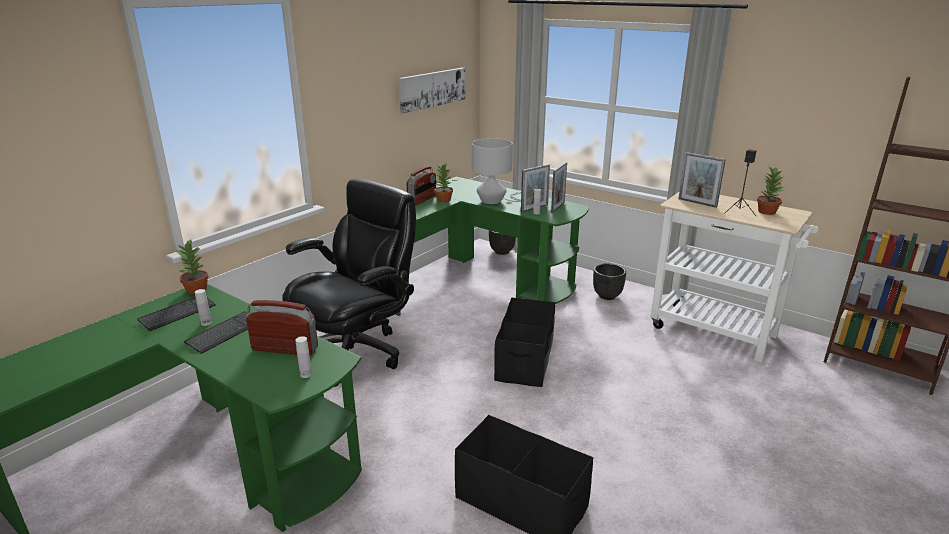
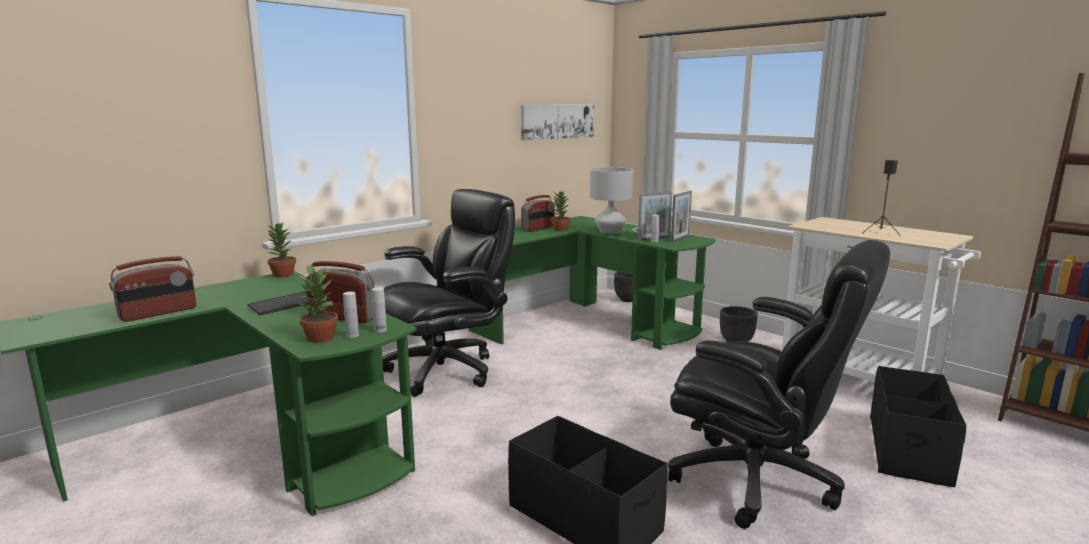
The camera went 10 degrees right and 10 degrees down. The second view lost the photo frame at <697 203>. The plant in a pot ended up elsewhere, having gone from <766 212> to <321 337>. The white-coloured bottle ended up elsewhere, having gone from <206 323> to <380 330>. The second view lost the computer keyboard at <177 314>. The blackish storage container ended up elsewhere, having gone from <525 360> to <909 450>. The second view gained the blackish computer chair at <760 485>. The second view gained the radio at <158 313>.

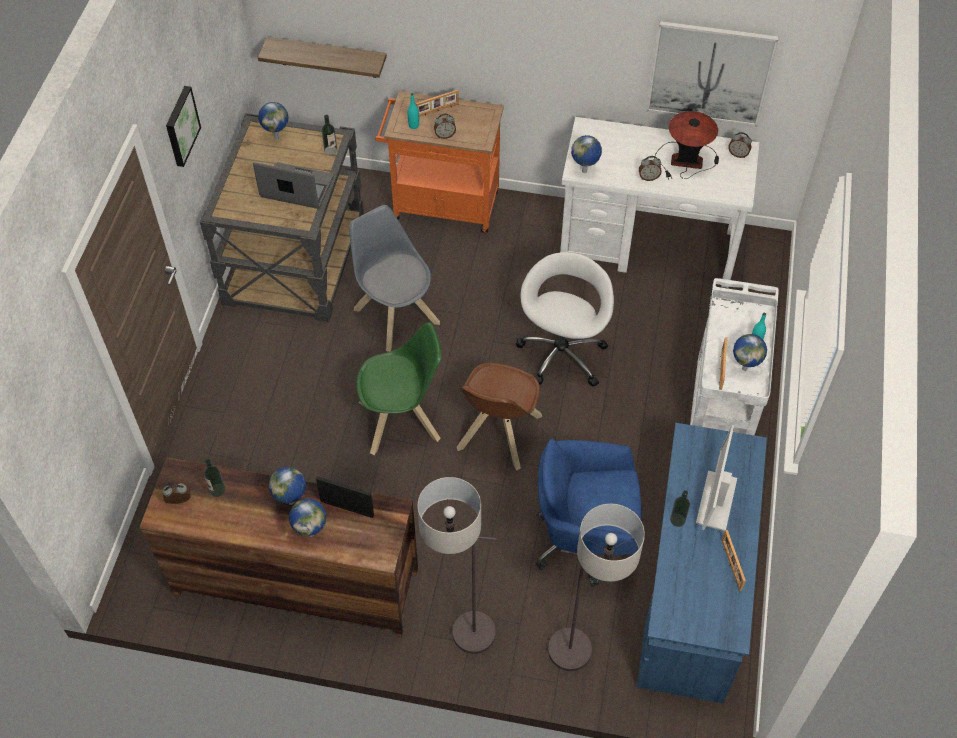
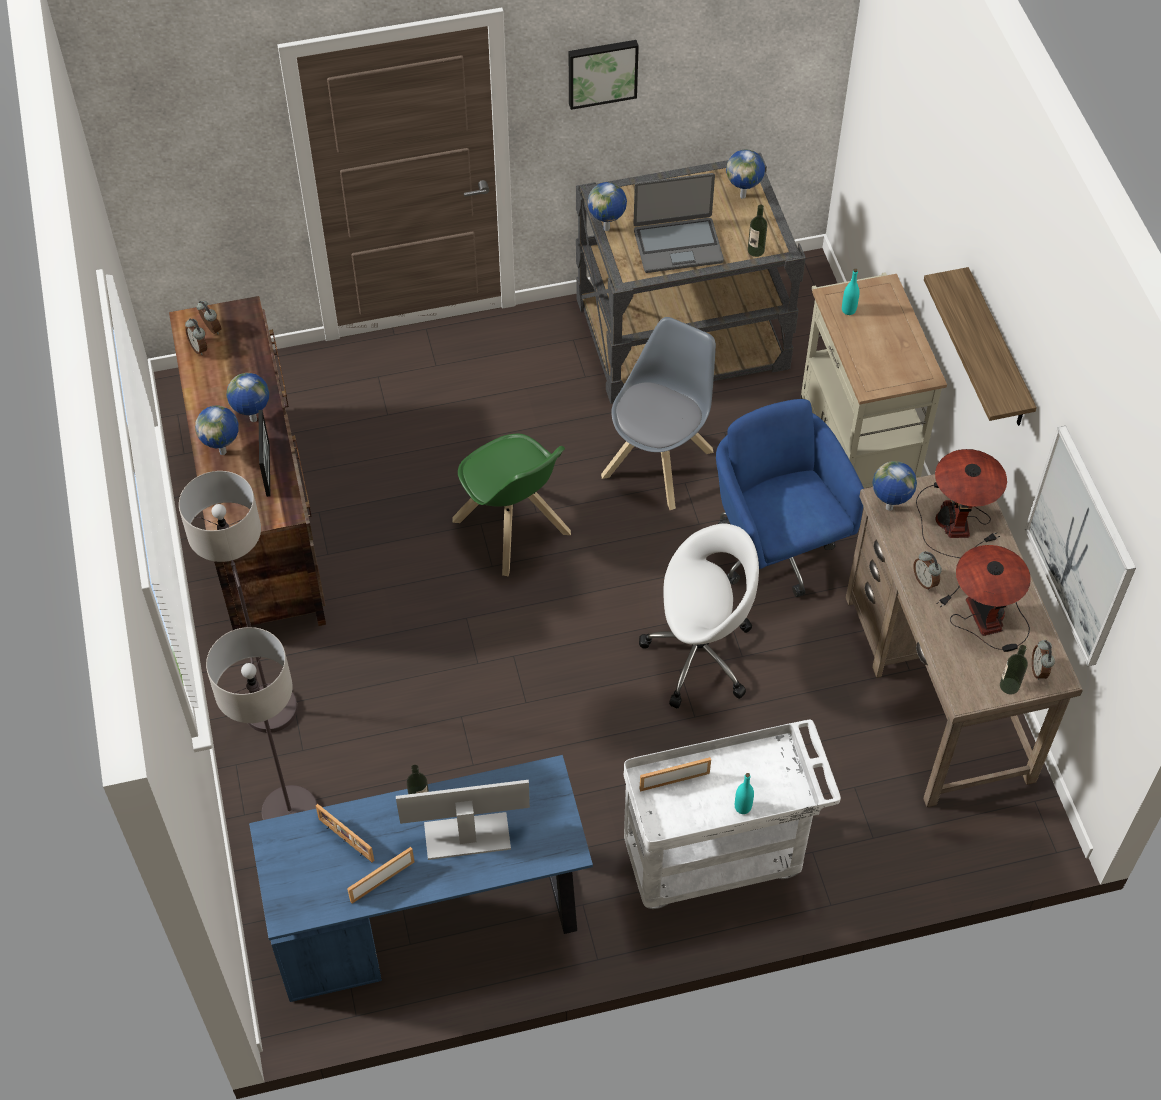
The camera went 65 degrees right and 0 degrees up. The wall shelf ended up elsewhere, having gone from <327 57> to <997 352>. The photo frame ended up elsewhere, having gone from <438 110> to <345 840>. What was the orange-coloured cart at <442 206> turned into the sand-coloured cart at <855 440>. The table clock ended up elsewhere, having gone from <445 135> to <199 348>. What was the white-coloured desk table at <648 245> turned into the brown-coloured desk table at <939 687>. The laptop at <296 188> ended up facing another way, 90 degrees clockwise from before. The desk globe ended up elsewhere, having gone from <745 368> to <607 229>. The second view lost the brown-coloured chair at <498 434>. The blue-coloured computer chair ended up elsewhere, having gone from <584 542> to <776 555>. The bottle ended up elsewhere, having gone from <217 490> to <1009 686>. The second view gained the tabletop lamp at <954 520>.

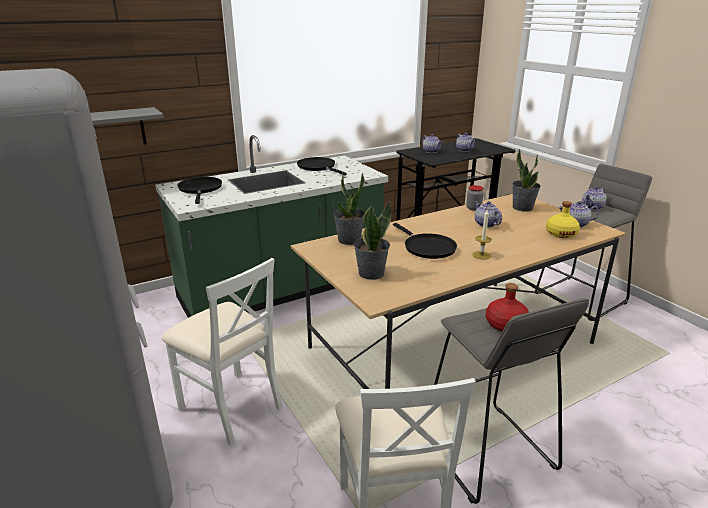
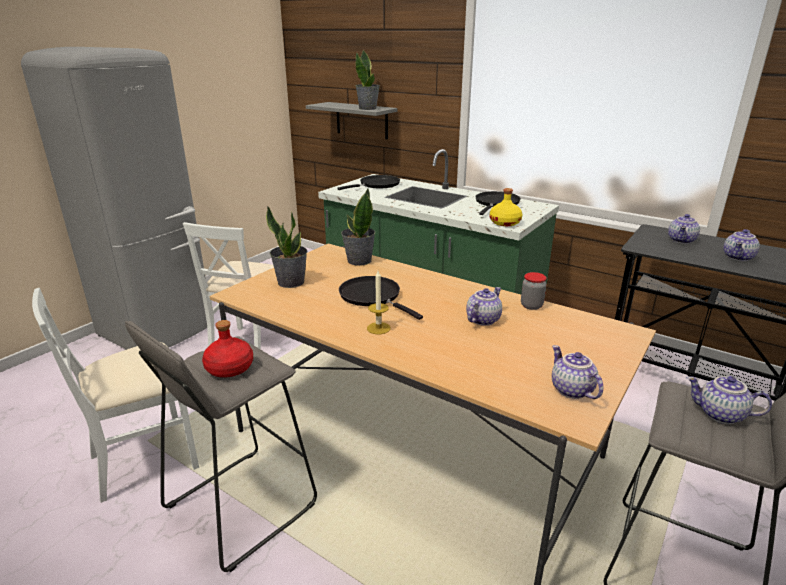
The camera went 65 degrees right and 0 degrees up. The plant in a pot ended up elsewhere, having gone from <522 207> to <368 108>. The yellowish bottle ended up elsewhere, having gone from <561 233> to <505 222>. The blackish pan at <427 248> ended up facing another way, 105 degrees clockwise from before.

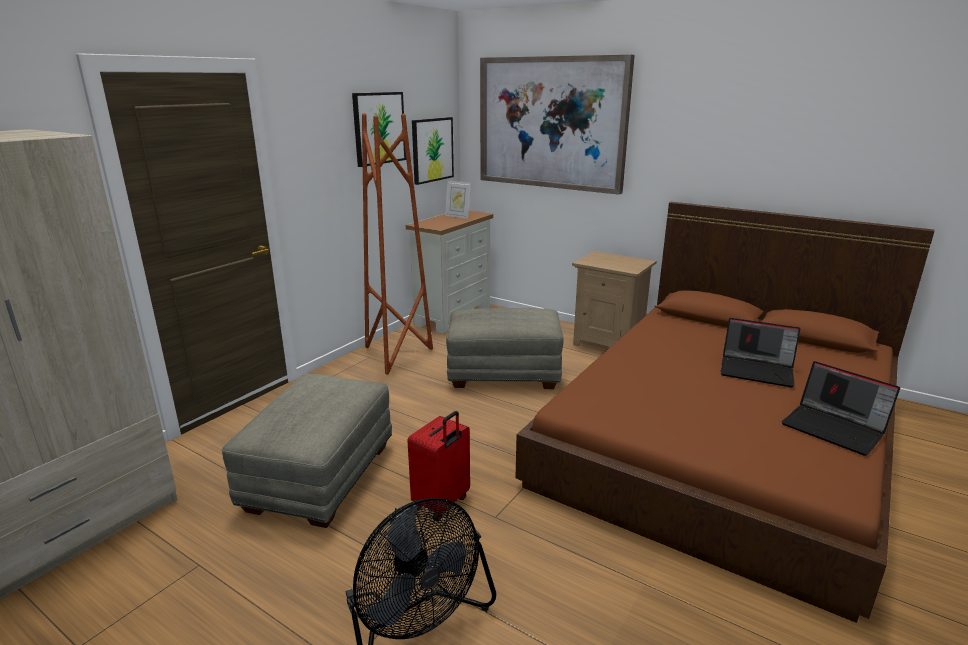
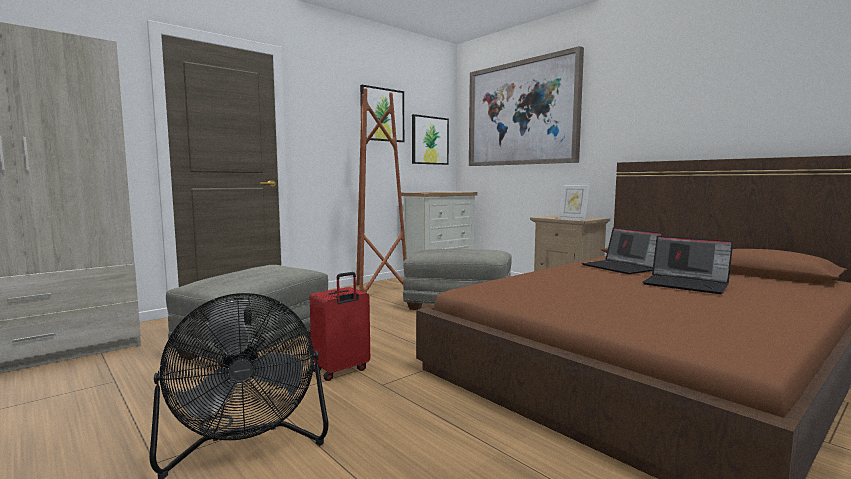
The camera went 15 degrees right and 15 degrees down. The photo frame ended up elsewhere, having gone from <458 216> to <573 219>. The laptop ended up elsewhere, having gone from <835 428> to <621 268>.

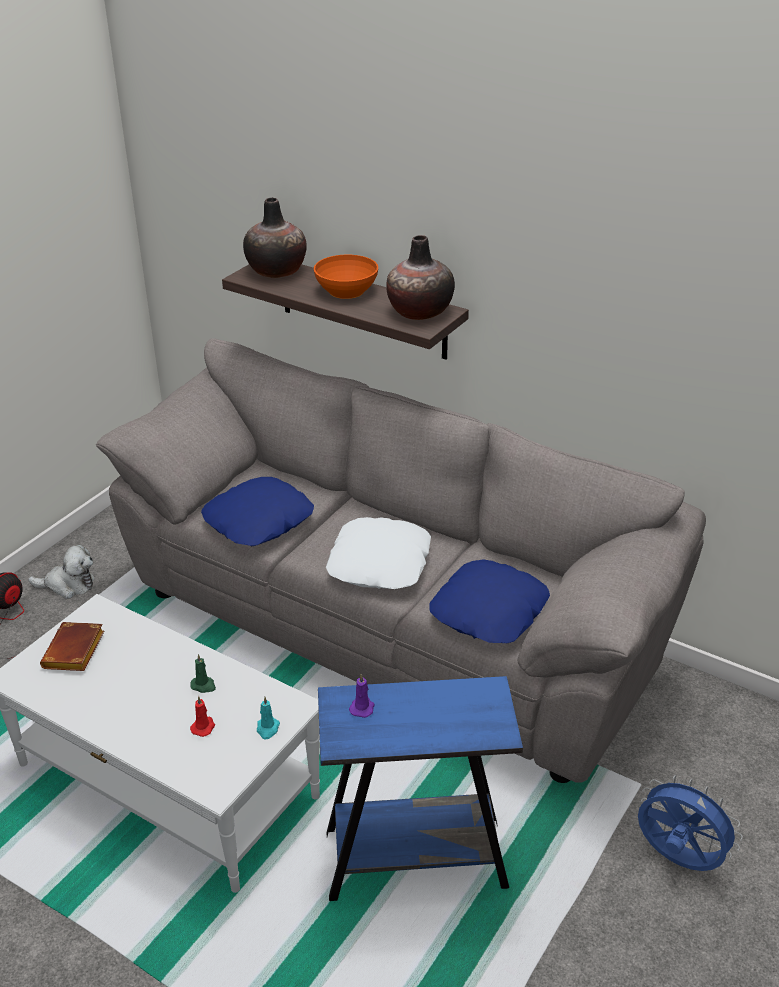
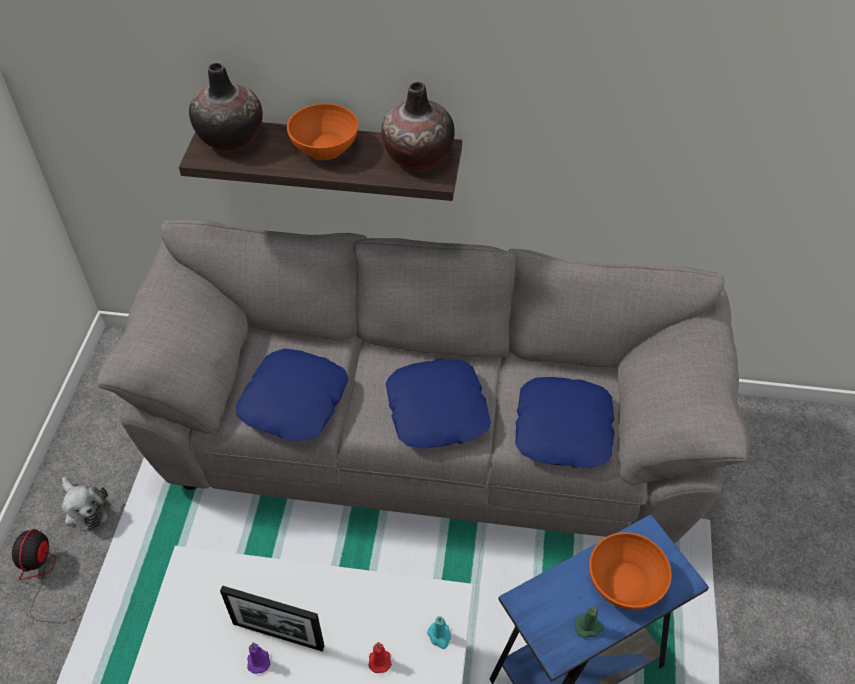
The camera went 25 degrees left and 15 degrees up. What was the white-coloured throw pillow at <380 563> turned into the blue-coloured throw pillow at <438 410>. The cuddly toy at <68 585> ended up facing another way, 75 degrees clockwise from before. The second view lost the brown-coloured bound book at <75 652>. The green wax candle ended up elsewhere, having gone from <203 685> to <589 627>. The purple-coloured wax candle ended up elsewhere, having gone from <362 707> to <258 660>. The second view lost the blue-coloured electric fan at <677 860>. The second view gained the orange-coloured serving bowl at <625 582>. The second view gained the photo frame at <278 635>.

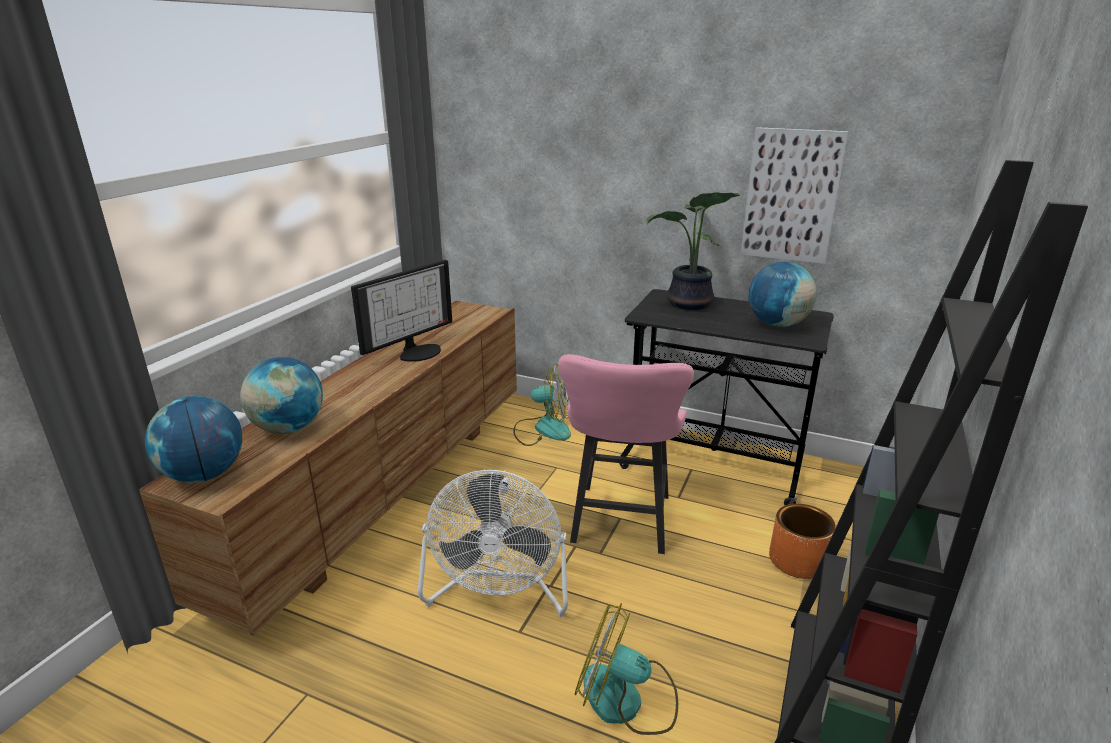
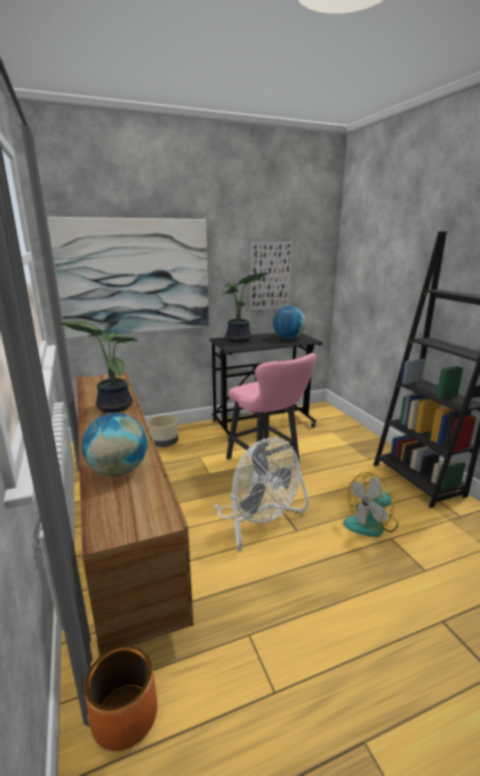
The camera went 45 degrees left and 5 degrees down. Where the computer display stood at <418 351>, the plant in a pot came to stand at <113 406>. Where the electric fan stood at <543 429>, the sand-coloured flower pot came to stand at <164 444>. The second view lost the desk globe at <204 475>. The orange-coloured flower pot ended up elsewhere, having gone from <798 561> to <124 714>. The second view gained the wall art at <136 277>.

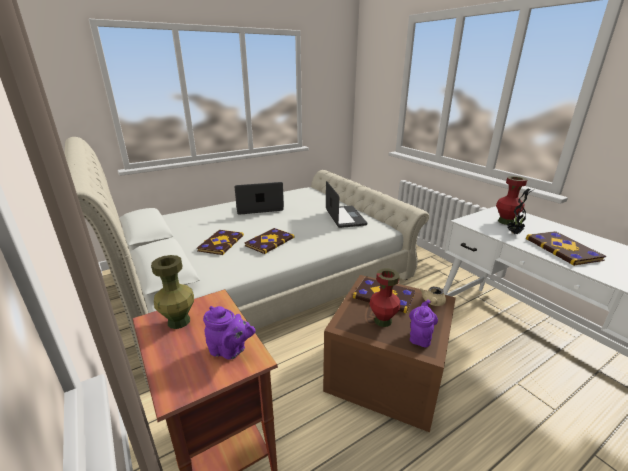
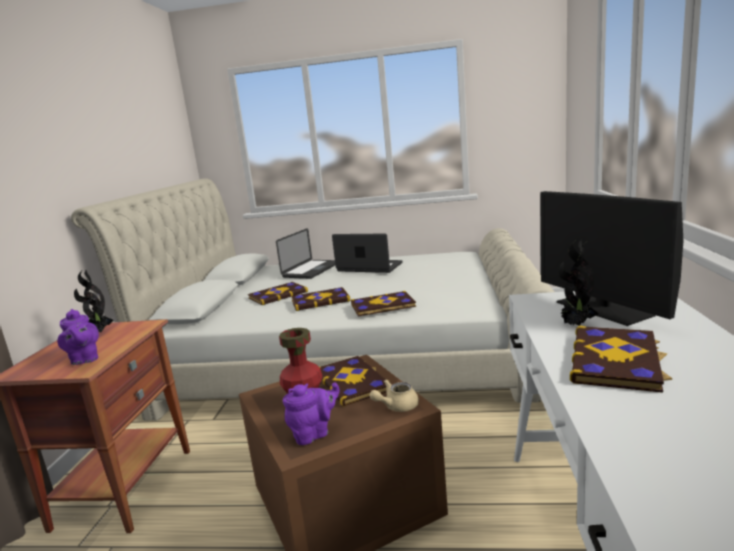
The camera went 40 degrees right and 10 degrees down. Where the red vase stood at <506 222>, the computer display came to stand at <603 308>. The laptop ended up elsewhere, having gone from <345 217> to <311 270>. Where the green vase stood at <178 321>, the plant in a pot came to stand at <99 332>. The second view gained the bound book at <383 306>.

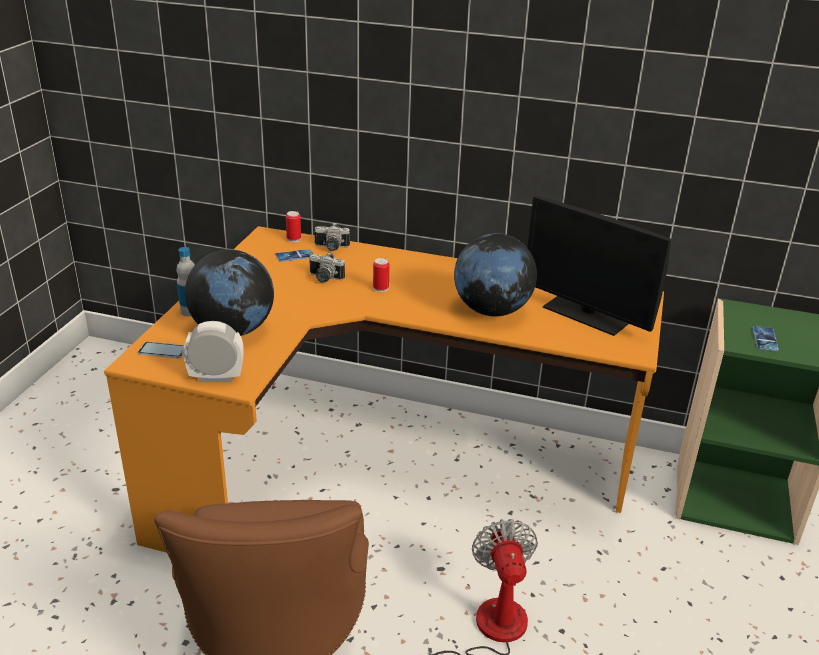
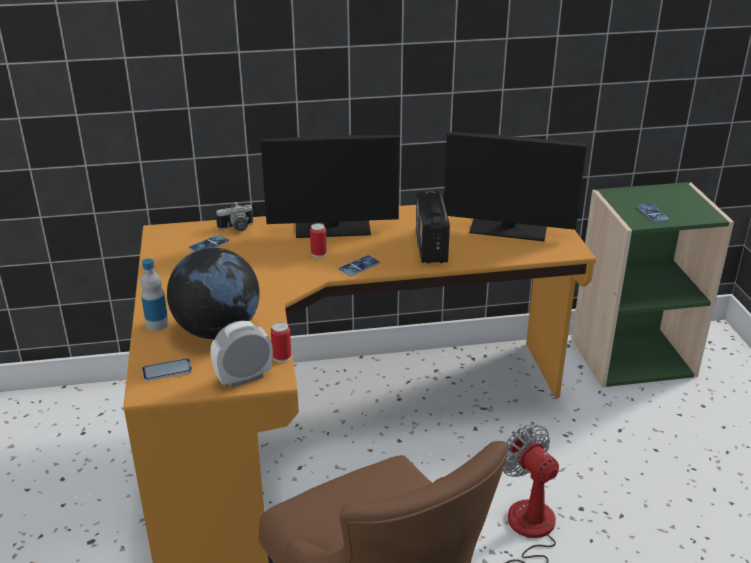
The camera went 25 degrees left and 0 degrees up. The metal can ended up elsewhere, having gone from <294 239> to <282 357>. Where the desk globe stood at <491 310>, the radio came to stand at <431 247>. The second view lost the still camera at <324 278>. The second view gained the computer display at <332 228>. The second view gained the handset at <359 266>.

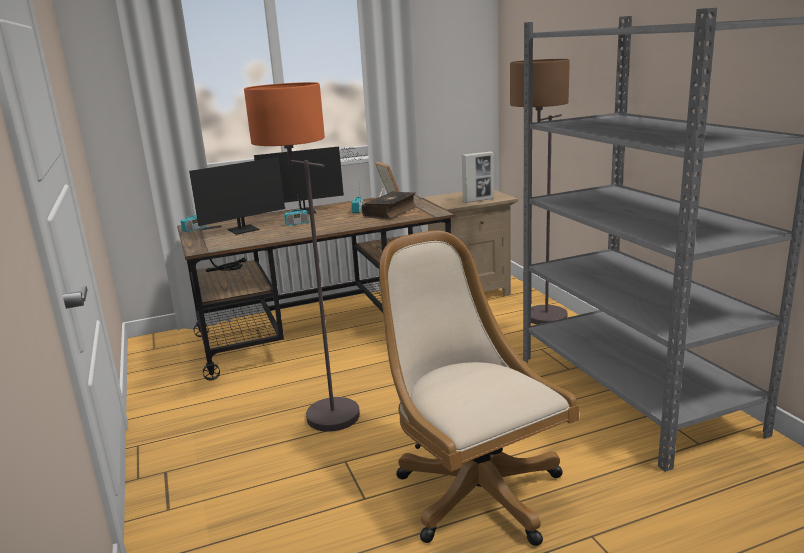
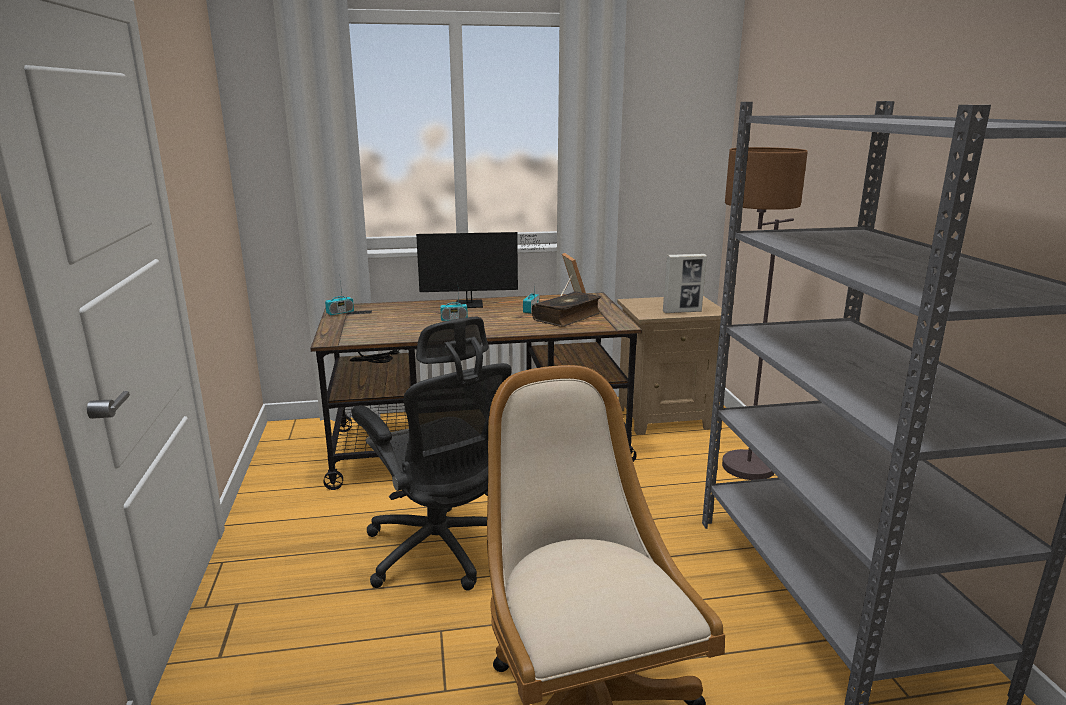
The camera went 10 degrees right and 0 degrees up. Where the orange-coloured standard lamp stood at <323 411>, the computer chair came to stand at <440 553>. The second view lost the computer display at <248 229>.

